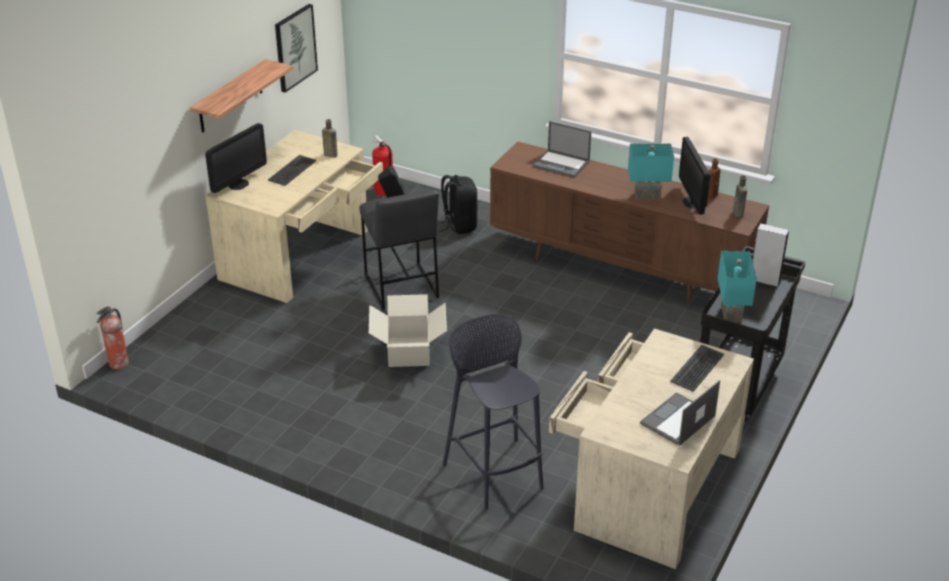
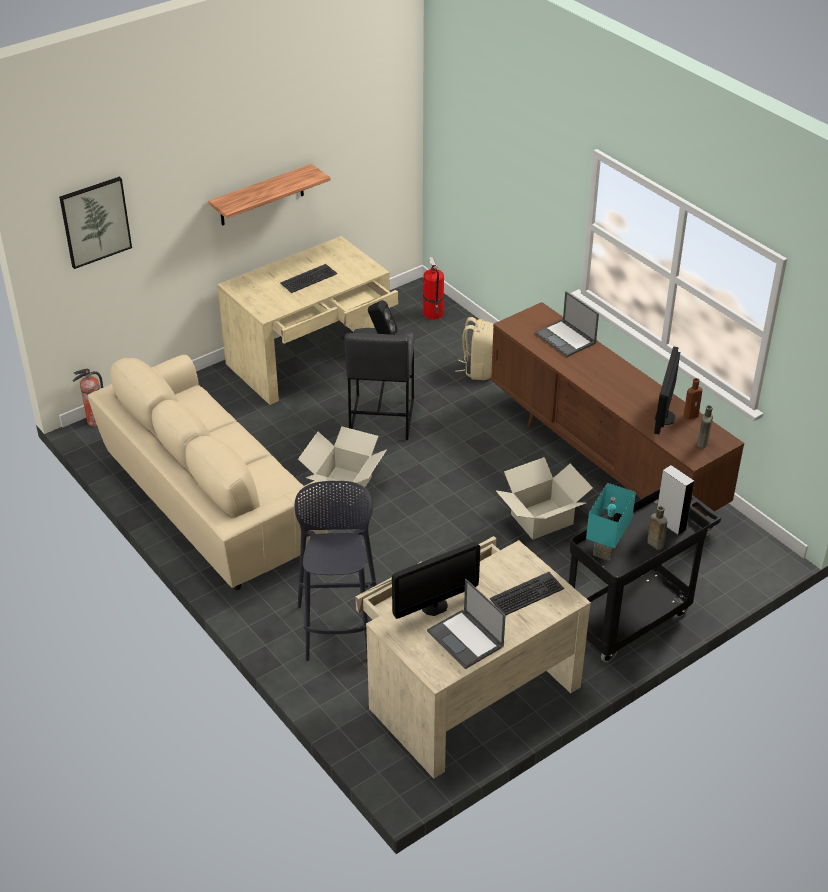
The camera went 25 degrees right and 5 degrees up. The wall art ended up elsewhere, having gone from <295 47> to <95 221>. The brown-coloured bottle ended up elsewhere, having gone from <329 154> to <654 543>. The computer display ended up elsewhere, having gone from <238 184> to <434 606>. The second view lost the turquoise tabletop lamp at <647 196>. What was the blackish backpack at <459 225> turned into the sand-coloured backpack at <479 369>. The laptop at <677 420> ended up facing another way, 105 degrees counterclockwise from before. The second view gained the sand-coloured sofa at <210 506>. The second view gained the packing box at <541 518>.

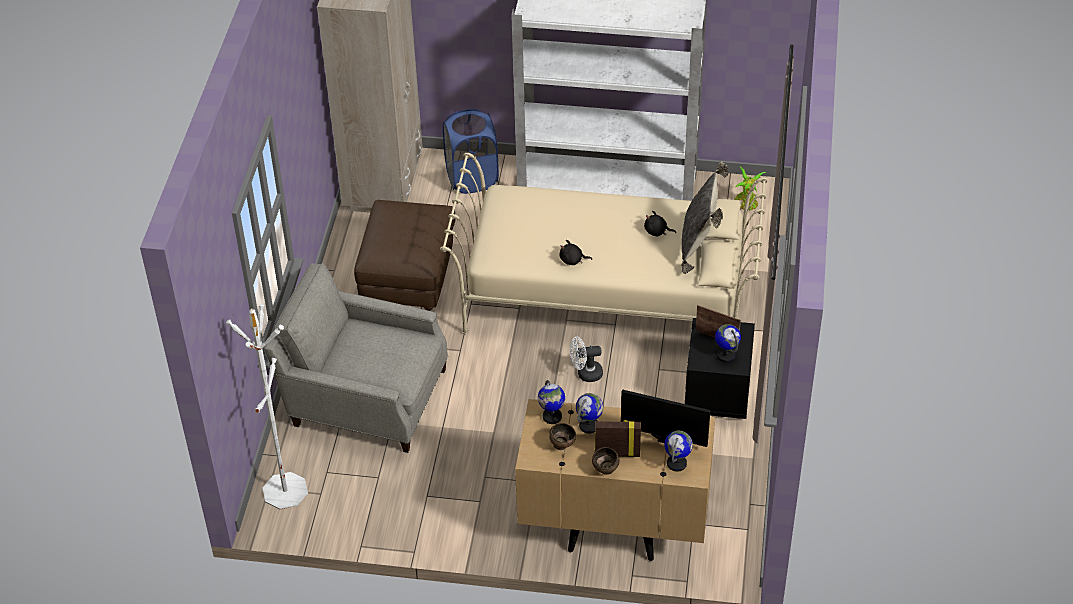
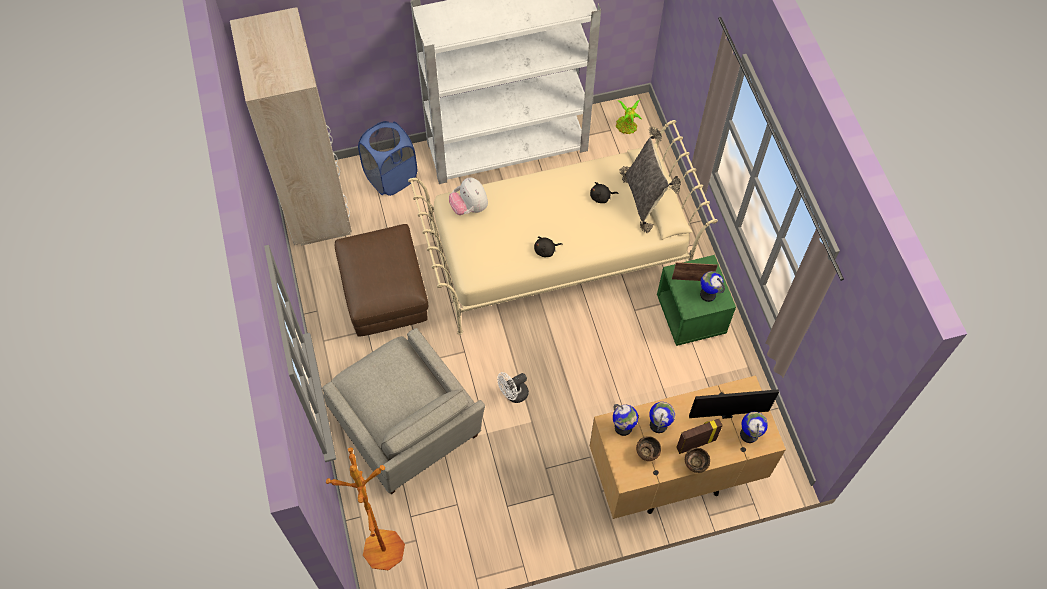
The camera went 25 degrees left and 15 degrees up. The greyish easy chair at <365 396> ended up facing another way, 120 degrees counterclockwise from before. What was the white-coloured garment stand at <285 490> turned into the orange-coloured garment stand at <383 549>. What was the blackish night table at <717 393> turned into the green night table at <691 315>. The white-coloured electric fan ended up elsewhere, having gone from <585 374> to <513 394>. The second view gained the cuddly toy at <469 207>.

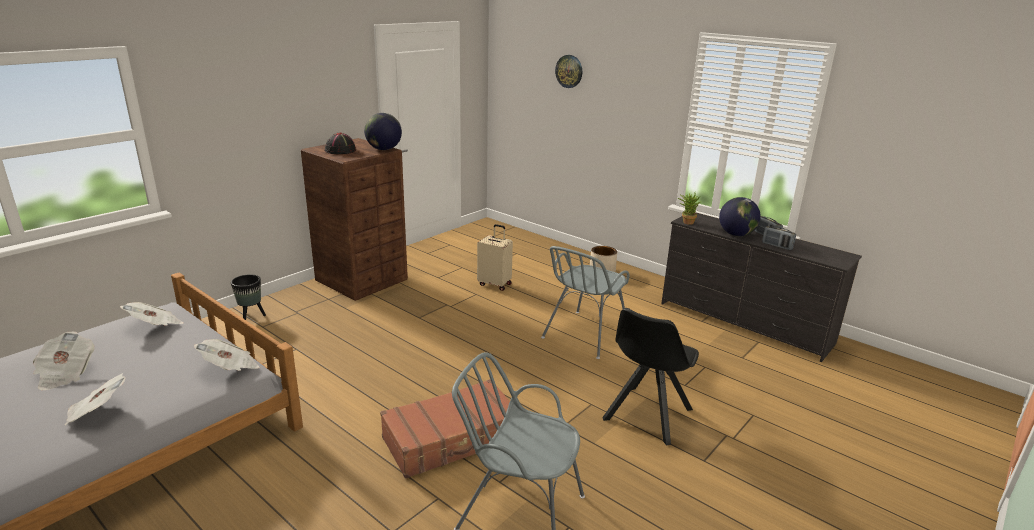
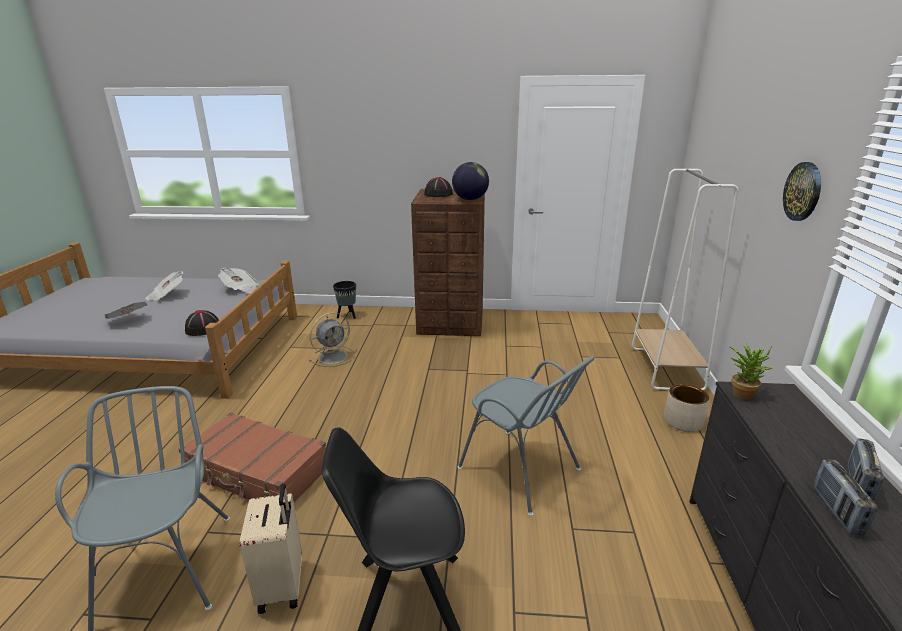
The camera went 55 degrees right and 0 degrees up. The hanging clock ended up elsewhere, having gone from <569 71> to <803 191>. The second view lost the desk globe at <736 234>. The sand-coloured travel case ended up elsewhere, having gone from <495 284> to <283 586>. The greyish chair at <584 335> ended up facing another way, 135 degrees counterclockwise from before. Where the newspaper stood at <230 368>, the blackish wearable hat came to stand at <203 329>. The second view gained the garment stand at <665 369>. The second view gained the greyish electric fan at <334 356>.

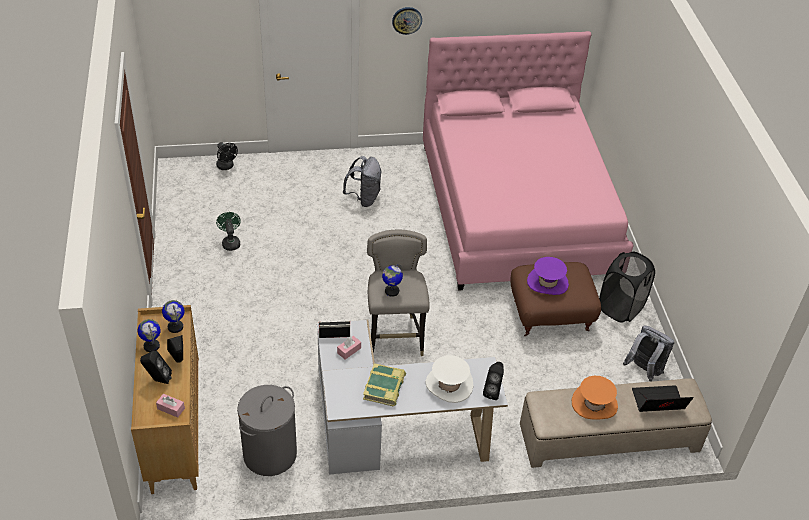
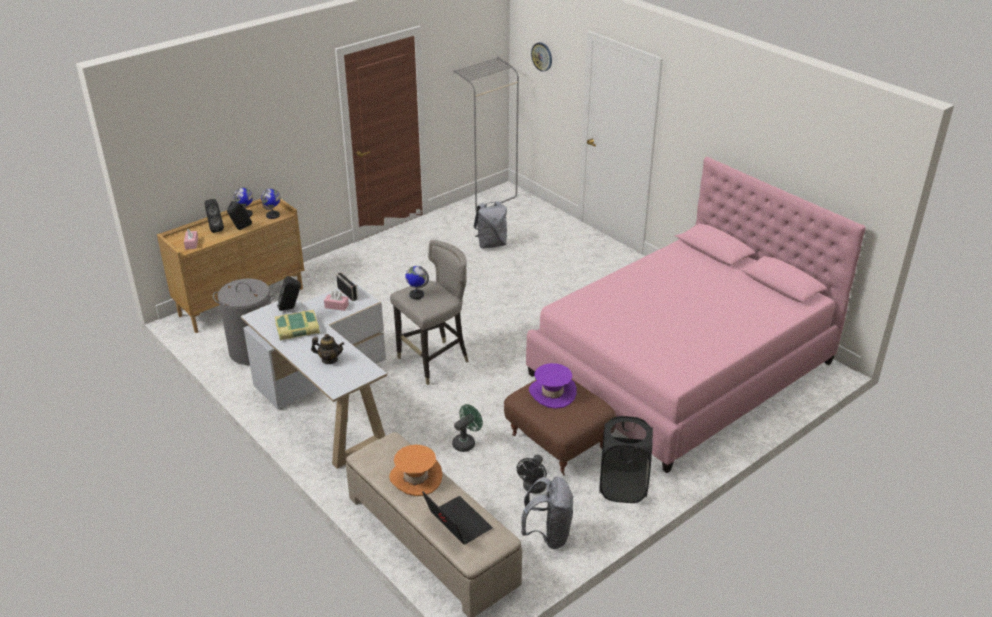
The camera went 60 degrees right and 10 degrees down. The hanging clock ended up elsewhere, having gone from <407 20> to <542 56>. The blackish electric fan ended up elsewhere, having gone from <226 167> to <533 488>. The greyish backpack ended up elsewhere, having gone from <364 198> to <491 244>. The green electric fan ended up elsewhere, having gone from <230 242> to <466 442>. Where the white-coloured wearable hat stood at <449 384>, the teapot came to stand at <329 360>. The blackish loudspeaker ended up elsewhere, having gone from <493 391> to <290 308>. The second view gained the greyish garment stand at <487 199>.

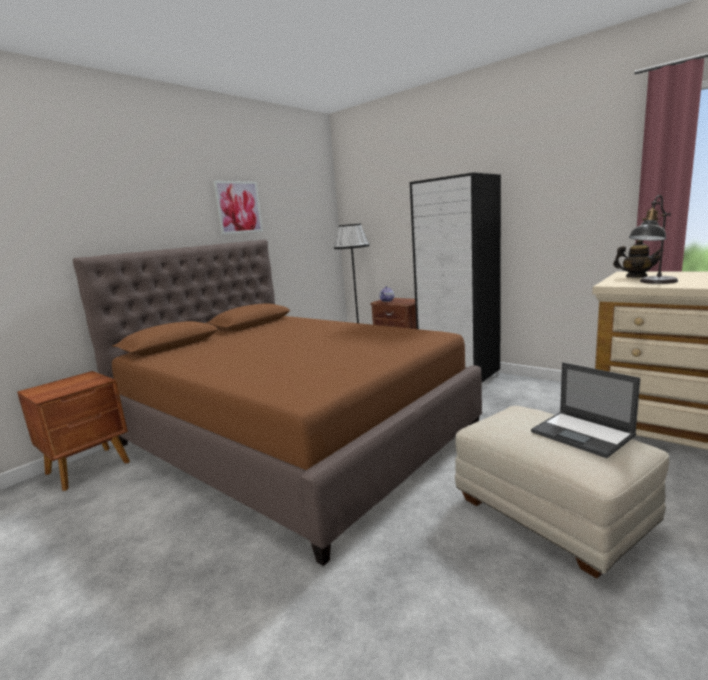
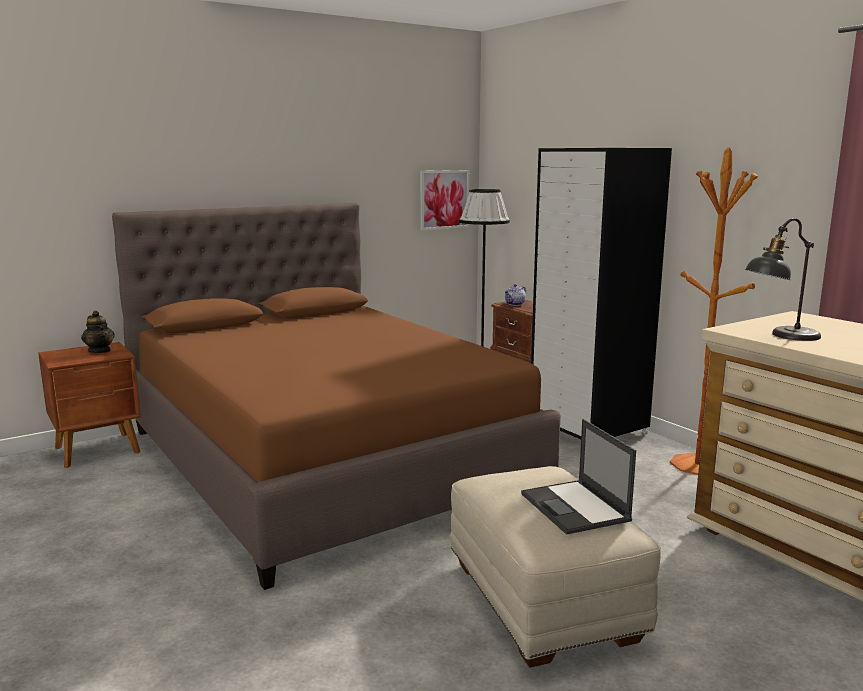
The camera went 15 degrees right and 0 degrees up. The wall art ended up elsewhere, having gone from <238 207> to <444 199>. The teapot ended up elsewhere, having gone from <636 277> to <100 351>. The second view gained the orange-coloured garment stand at <698 464>.

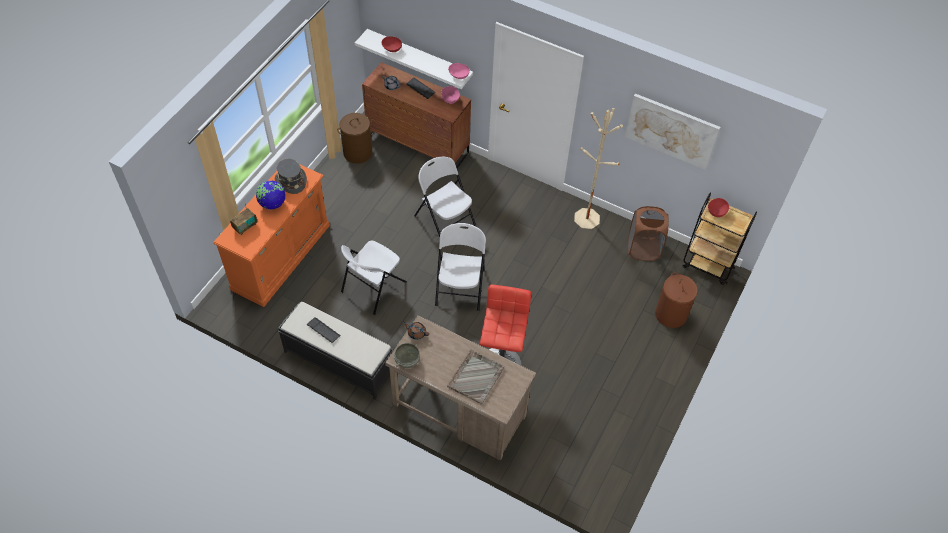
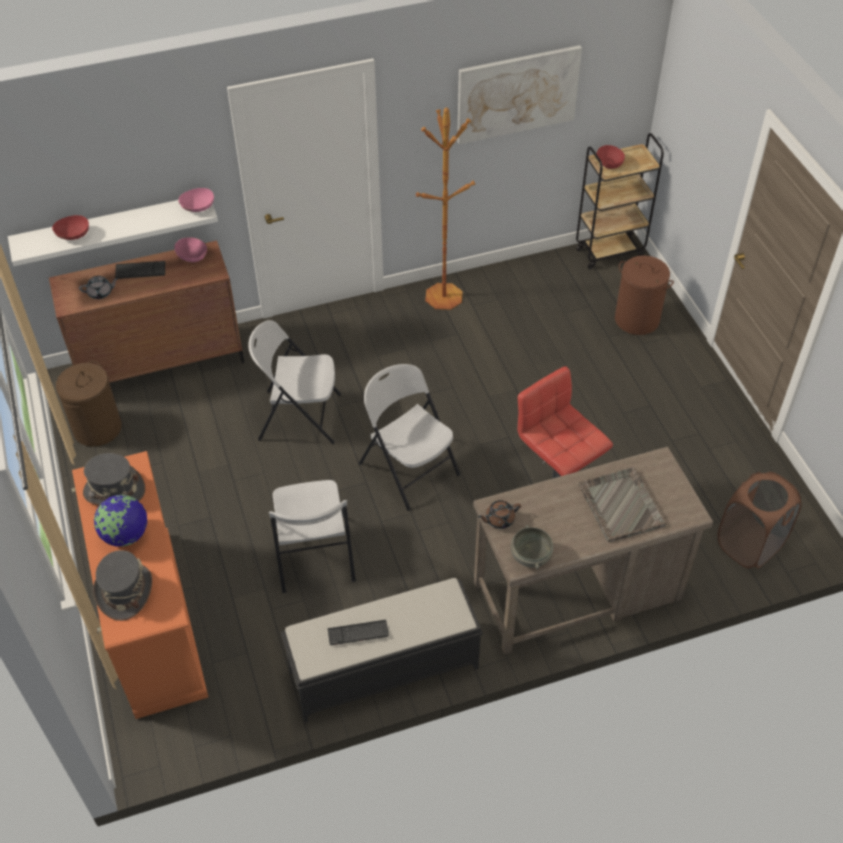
The camera went 45 degrees left and 5 degrees down. What was the sand-coloured garment stand at <587 218> turned into the orange-coloured garment stand at <444 296>. Where the radio stood at <245 226>, the greyish wearable hat came to stand at <125 591>. The brown-coloured washing basket ended up elsewhere, having gone from <643 249> to <749 544>.

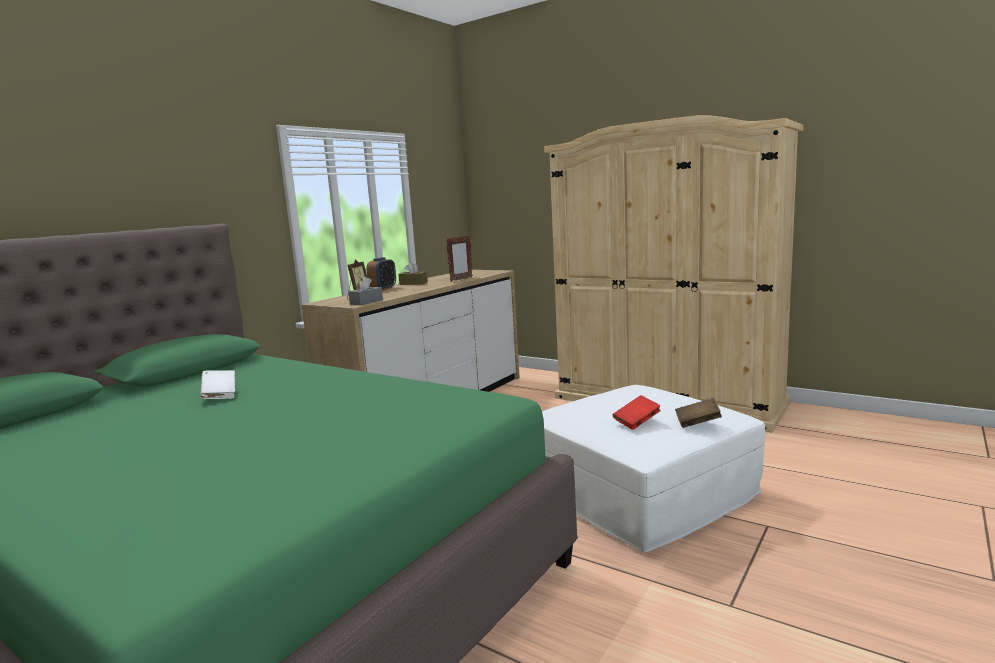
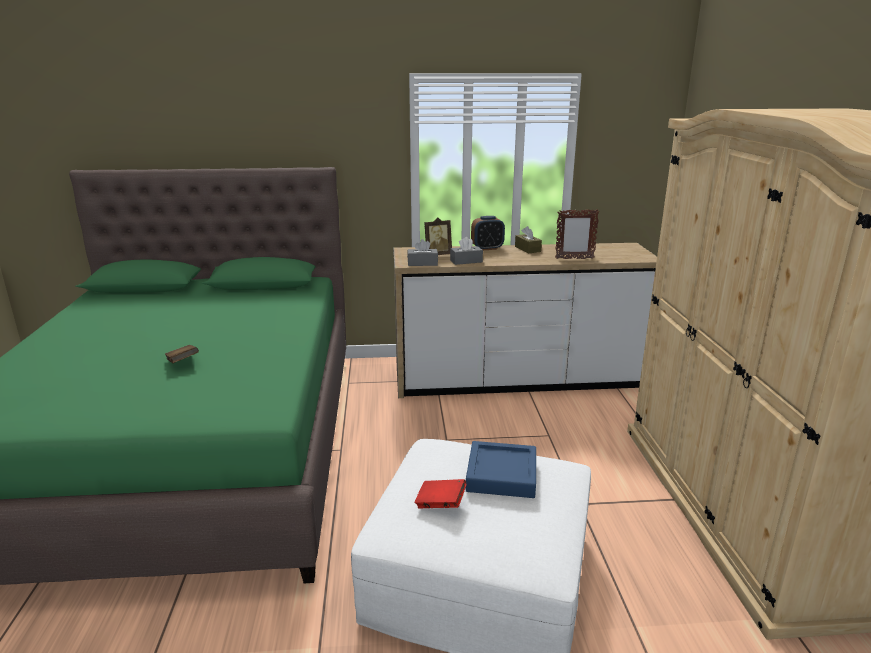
The camera went 50 degrees right and 10 degrees up. The second view lost the white-coloured bound book at <220 395>. The brown-coloured bound book ended up elsewhere, having gone from <697 423> to <183 363>. The second view gained the greyish tissue holder at <466 261>. The second view gained the blue-coloured serving tray at <501 475>.

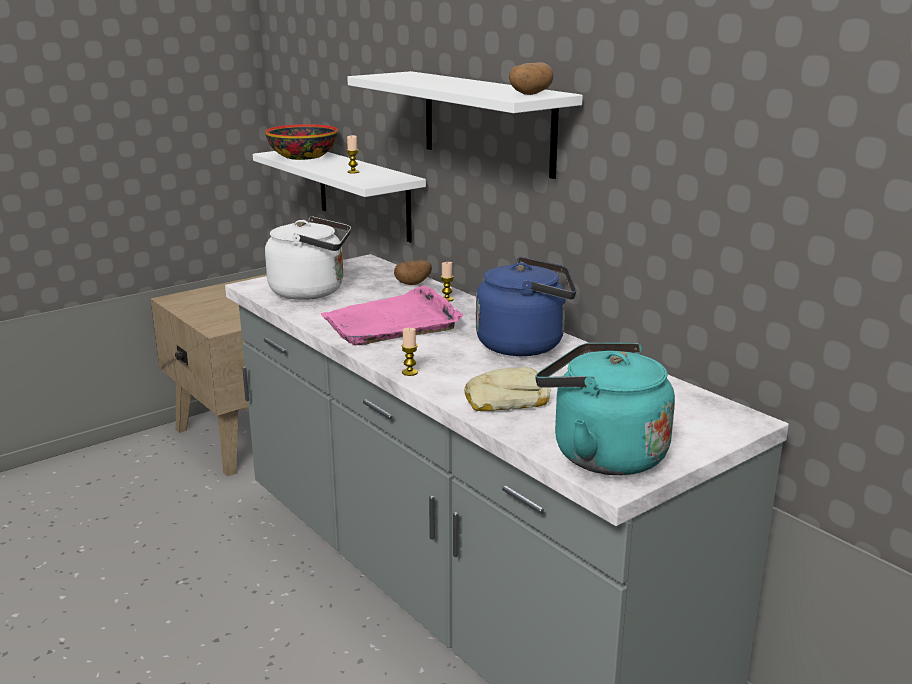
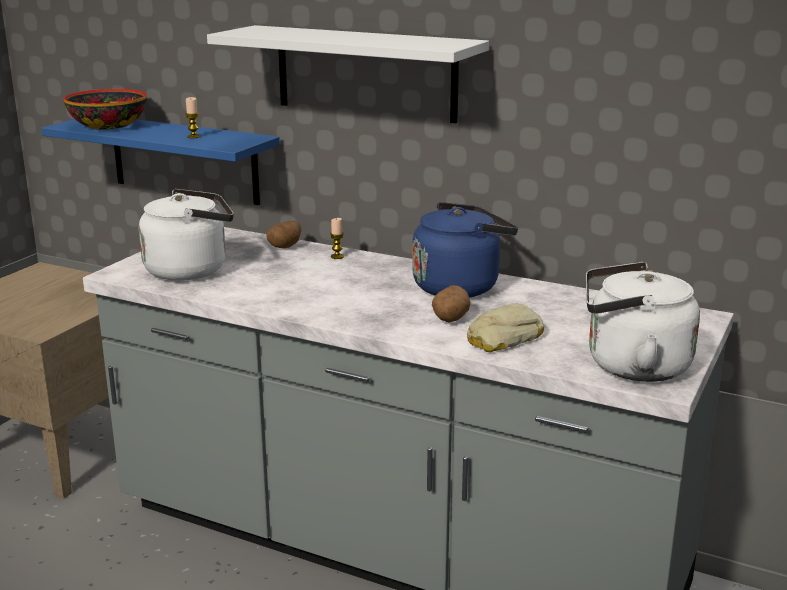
The camera went 25 degrees left and 0 degrees up. The potato ended up elsewhere, having gone from <529 94> to <450 319>. What was the white-coloured wall shelf at <363 193> turned into the blue-coloured wall shelf at <184 159>. The second view lost the pinkish serving tray at <392 322>. The second view lost the wax candle at <410 372>. What was the turquoise kettle at <601 454> turned into the white-coloured kettle at <631 366>.

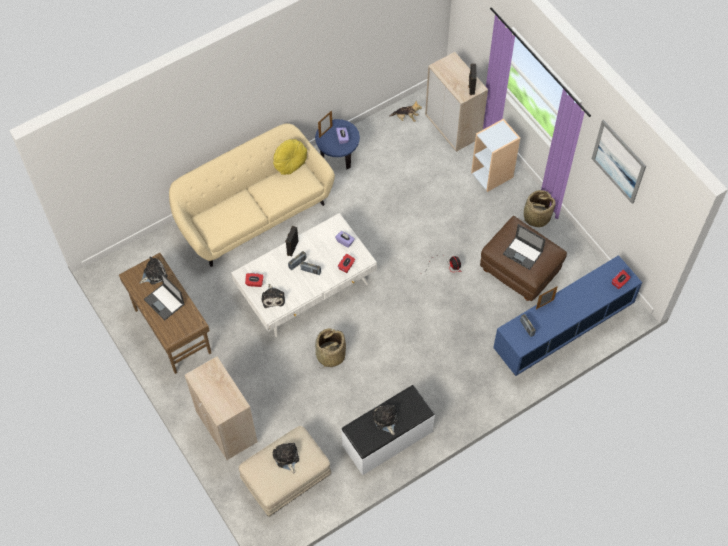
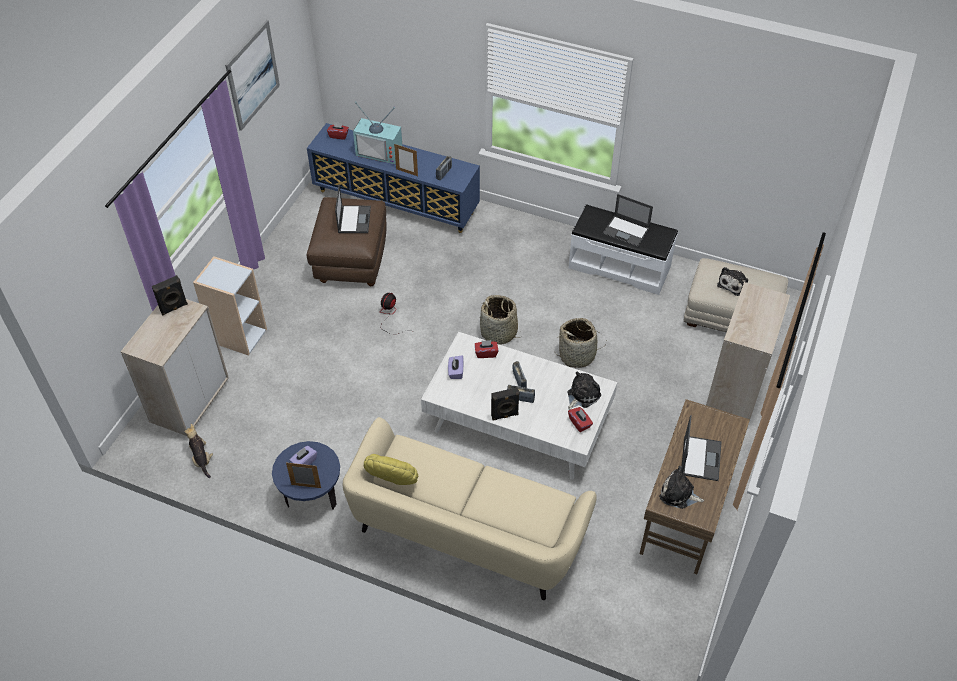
The camera went 125 degrees left and 10 degrees down. The household basket ended up elsewhere, having gone from <536 216> to <499 333>. Where the cuddly toy stood at <385 420>, the laptop came to stand at <626 231>. The second view gained the television at <380 152>.

